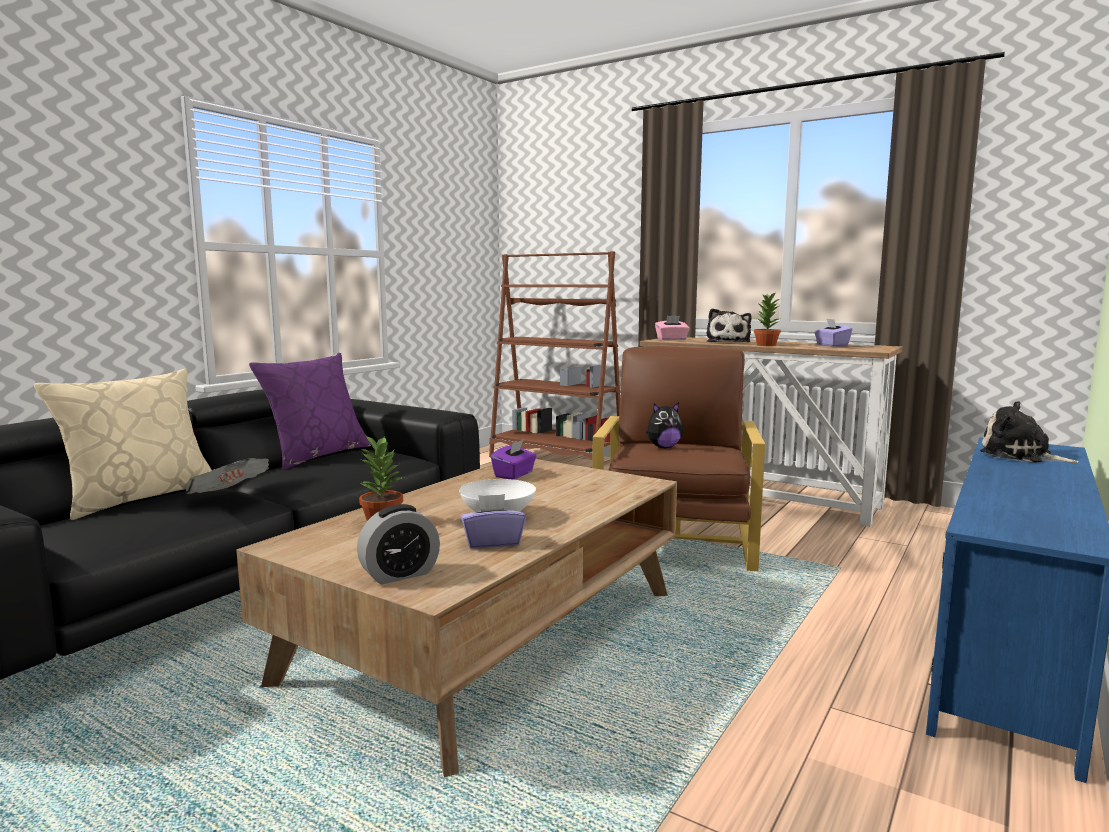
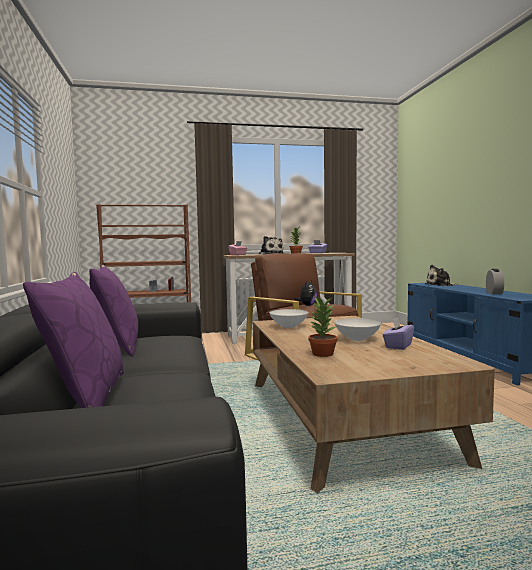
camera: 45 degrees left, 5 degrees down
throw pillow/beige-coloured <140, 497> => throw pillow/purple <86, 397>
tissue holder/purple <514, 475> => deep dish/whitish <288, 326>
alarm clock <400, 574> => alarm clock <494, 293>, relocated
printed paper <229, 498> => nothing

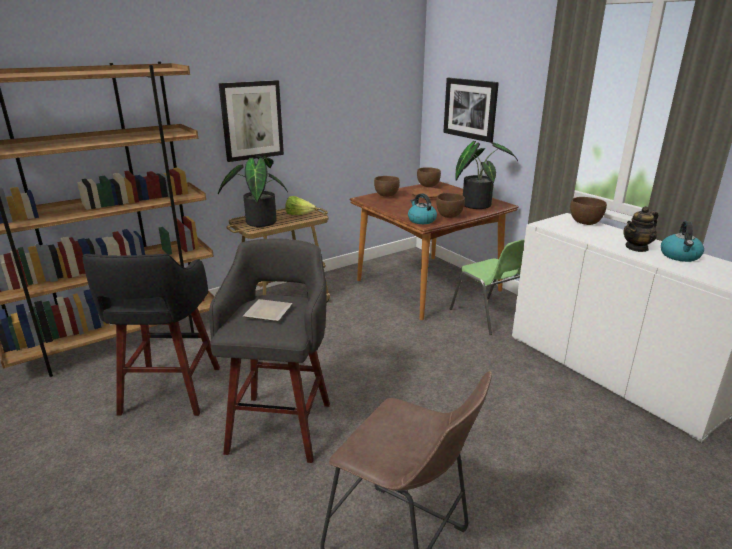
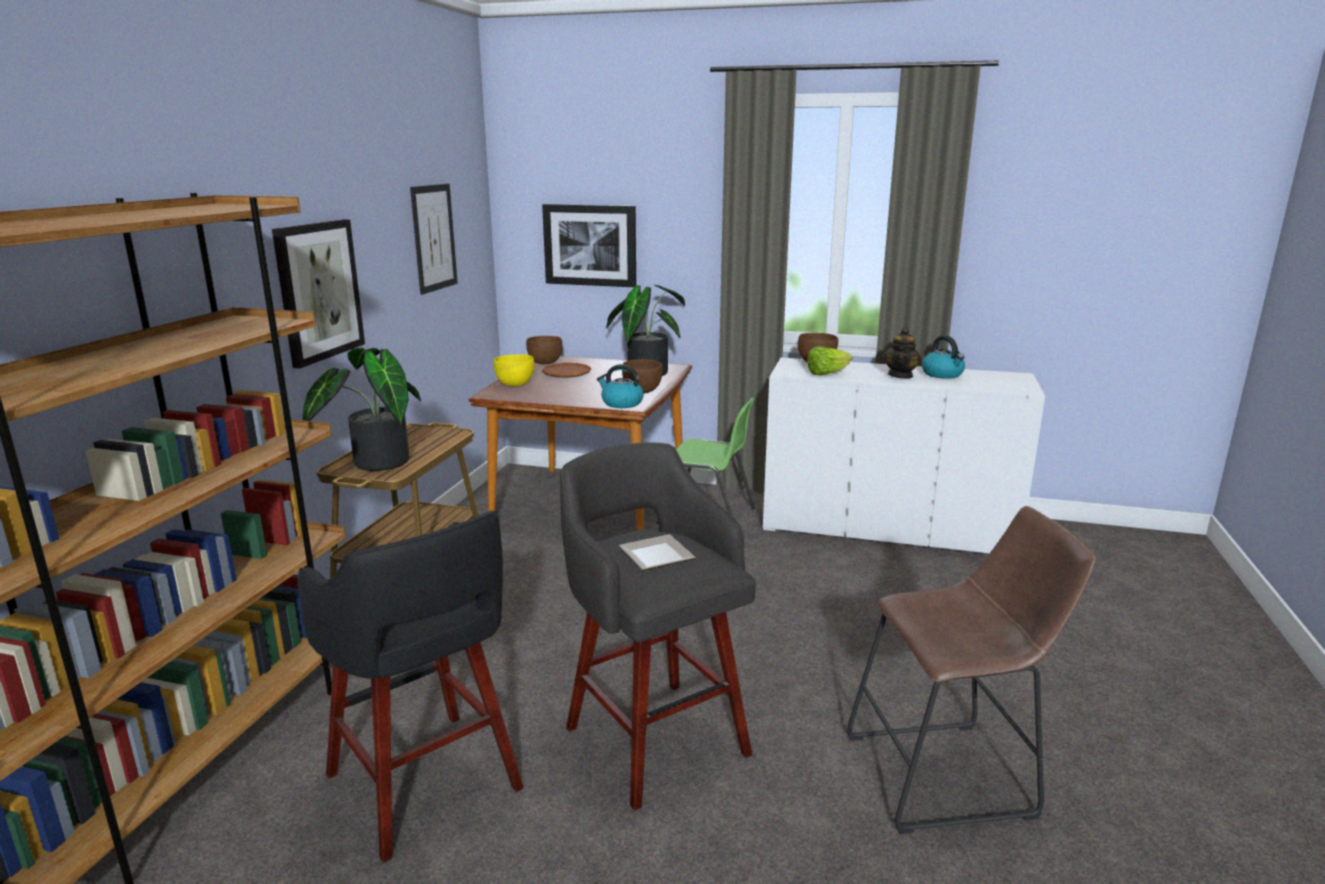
camera: 40 degrees left, 5 degrees down
nothing => wall art <434, 238>
deep dish/brown-coloured <386, 195> => deep dish/yellowish <515, 385>
lettuce head <299, 215> => lettuce head <827, 374>, relocated

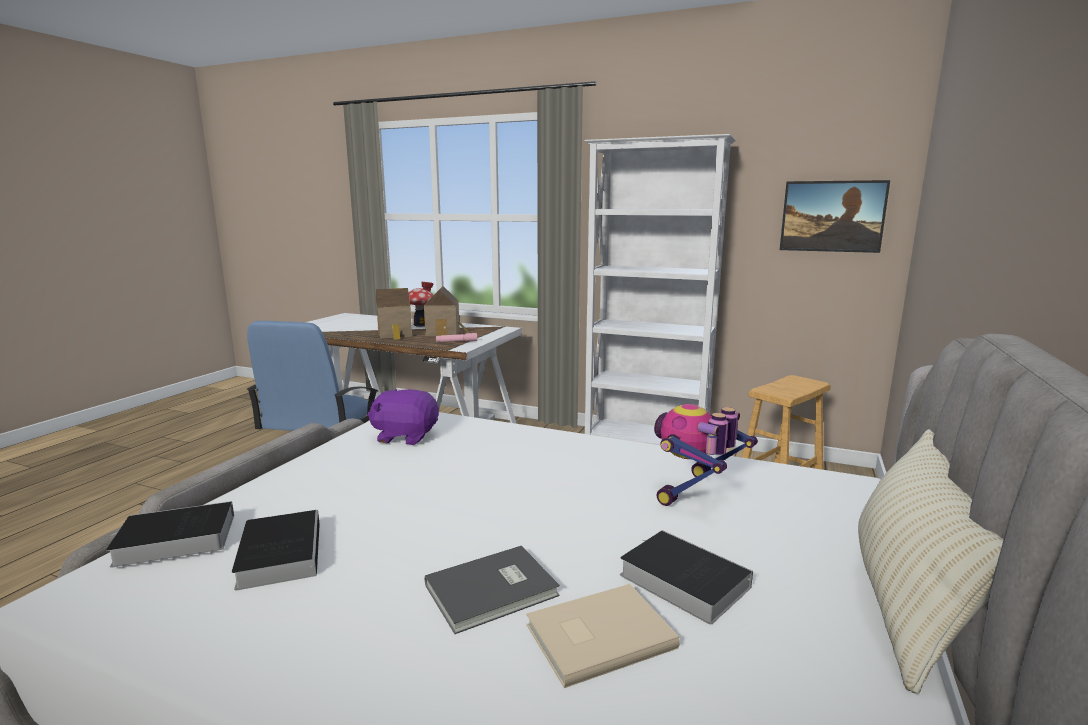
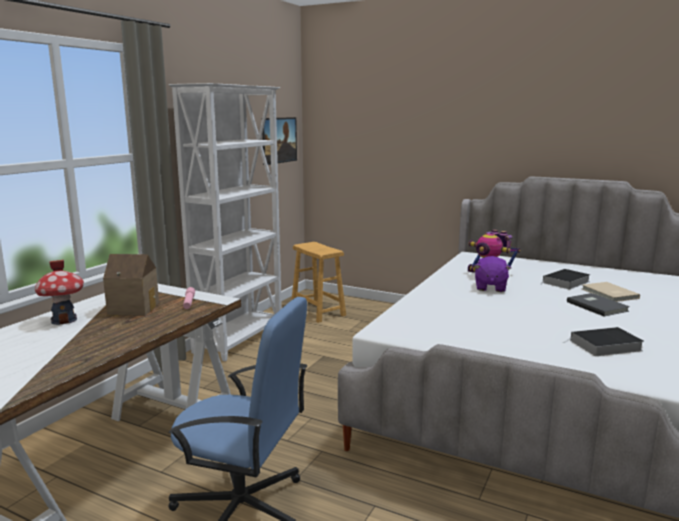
camera: 85 degrees left, 0 degrees up
soft toy/purple <405, 436> => soft toy/purple <490, 287>, relocated
bound book <172, 540> => nothing
model house <395, 334> => nothing
throw pillow/beige-coloured <906, 601> => nothing

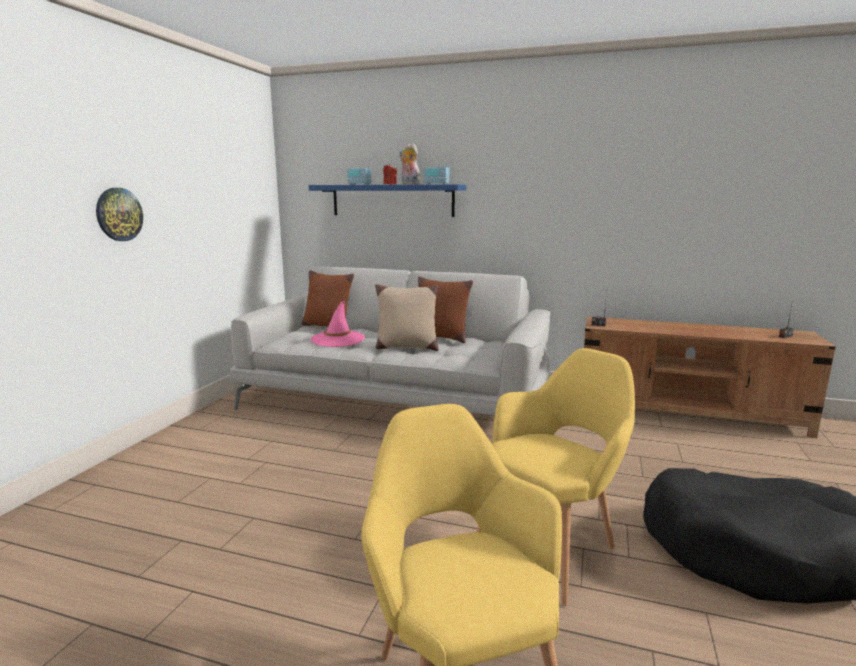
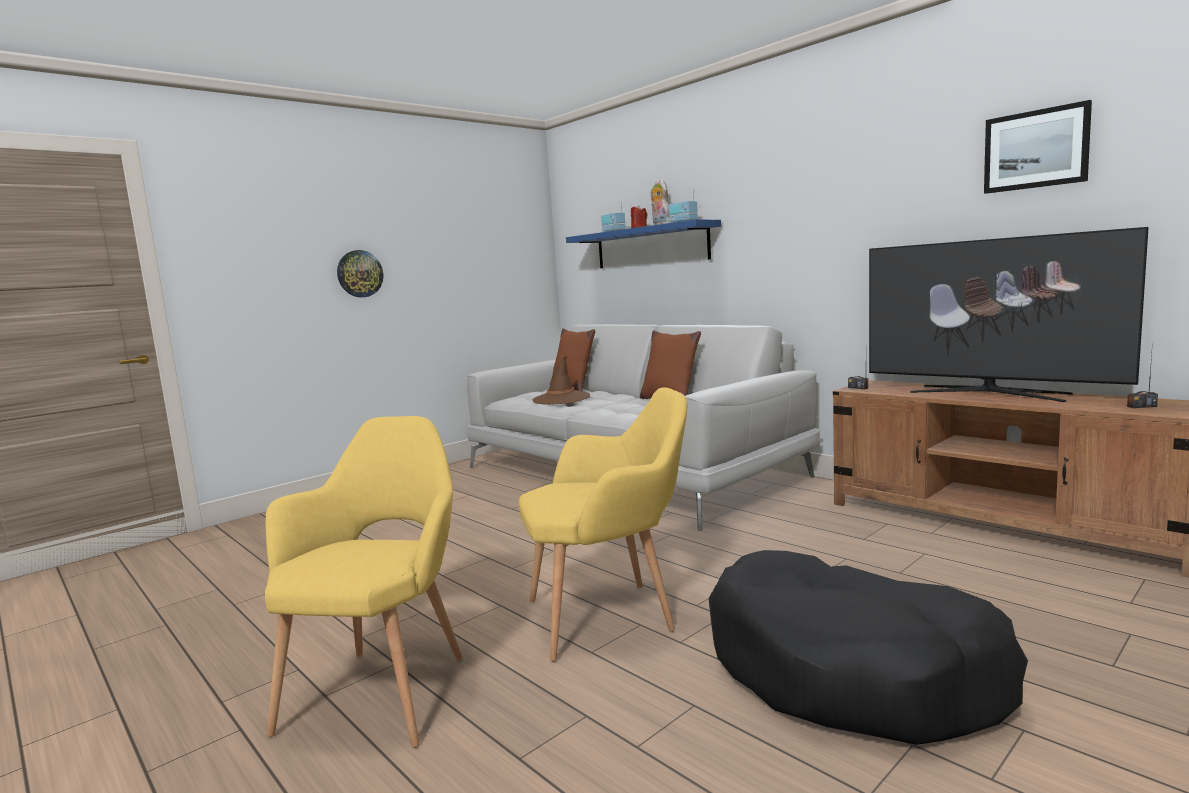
camera: 30 degrees right, 5 degrees down
wearable hat/pinkish <338, 339> => wearable hat/brown-coloured <561, 399>
nothing => TV set <987, 393>
nothing => wall art <1035, 149>
throw pillow/beige-coloured <406, 347> => nothing

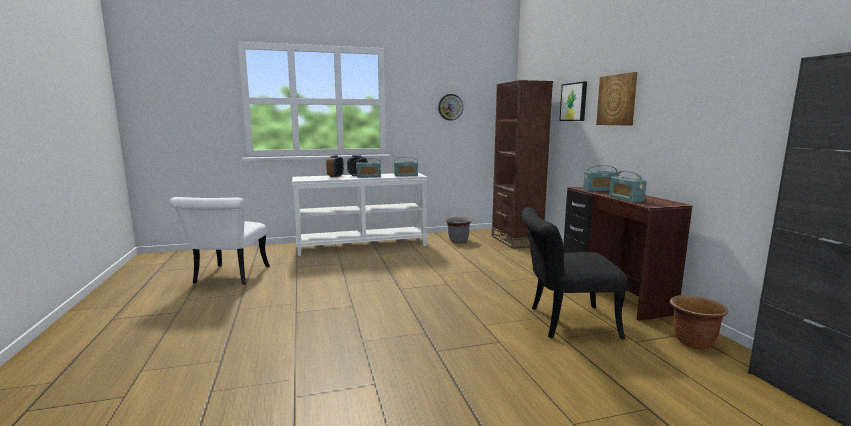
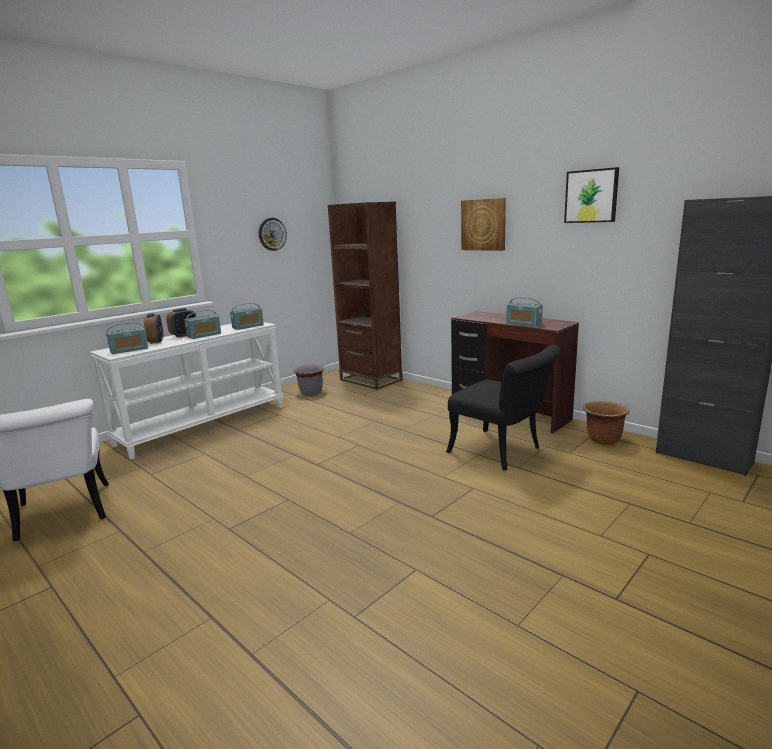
camera: 30 degrees left, 5 degrees up
radio receiver <600, 190> => radio receiver <129, 350>, relocated
plain chair/blackish <563, 322> => plain chair/blackish <502, 452>, 105 degrees counterclockwise
wall art <574, 102> => wall art <591, 196>, relocated

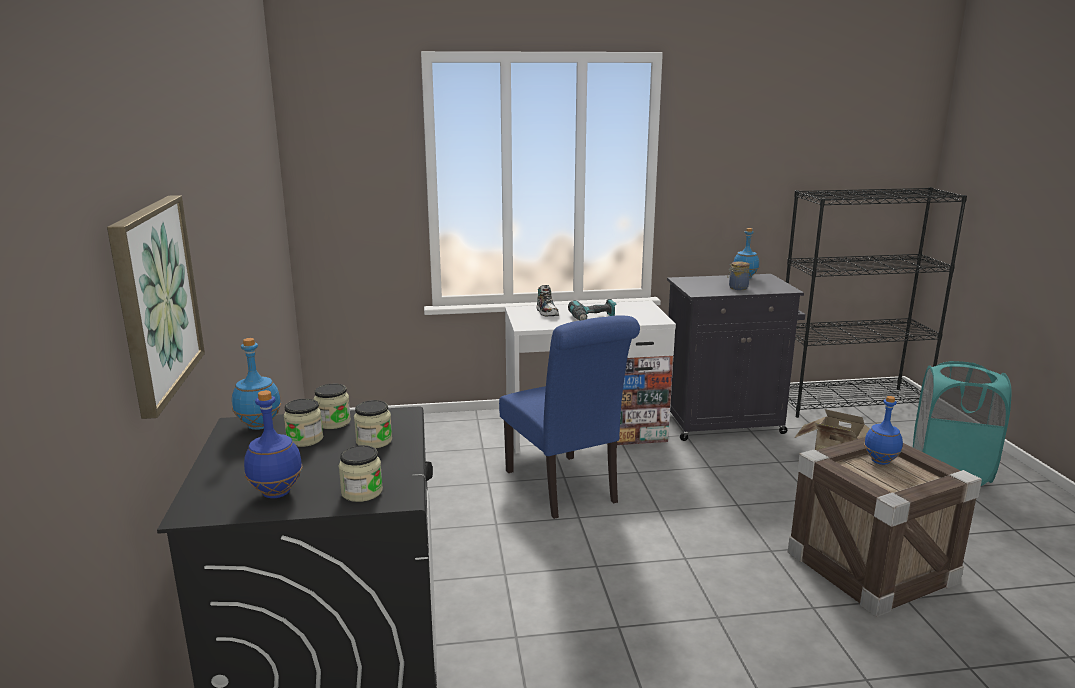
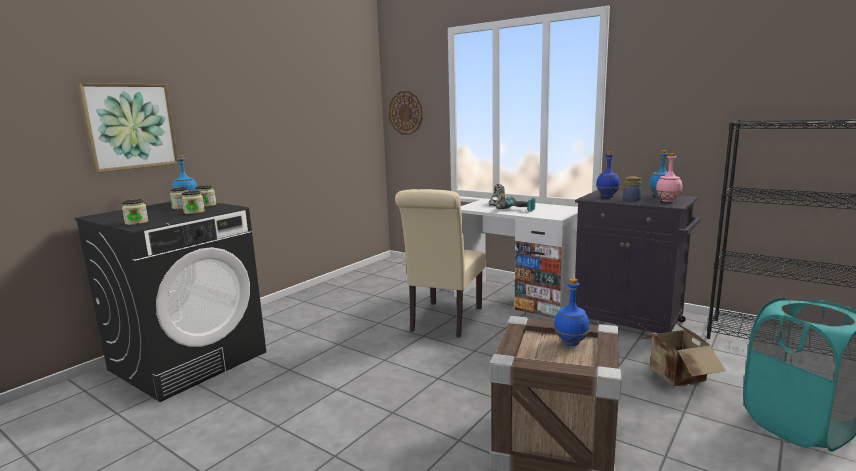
camera: 45 degrees right, 5 degrees down
nothing => wall clock <406, 113>
plain chair/bluish <565, 489> => plain chair/beige-coloured <444, 321>
bottle/bluish <276, 493> => bottle/bluish <606, 196>, relocated
nothing => bottle/pinkish <668, 201>

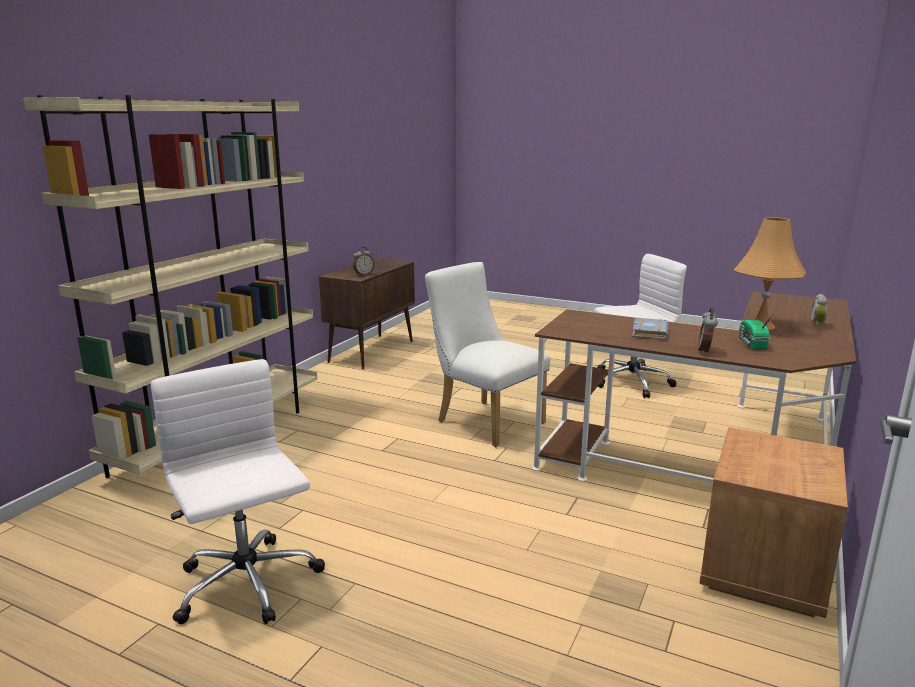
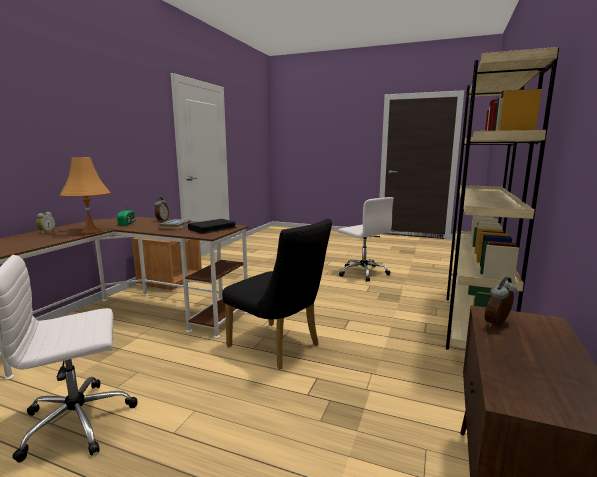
camera: 175 degrees right, 5 degrees down
nothing => bound book/blackish <212, 228>
plain chair/whitish <484, 420> => plain chair/blackish <279, 347>

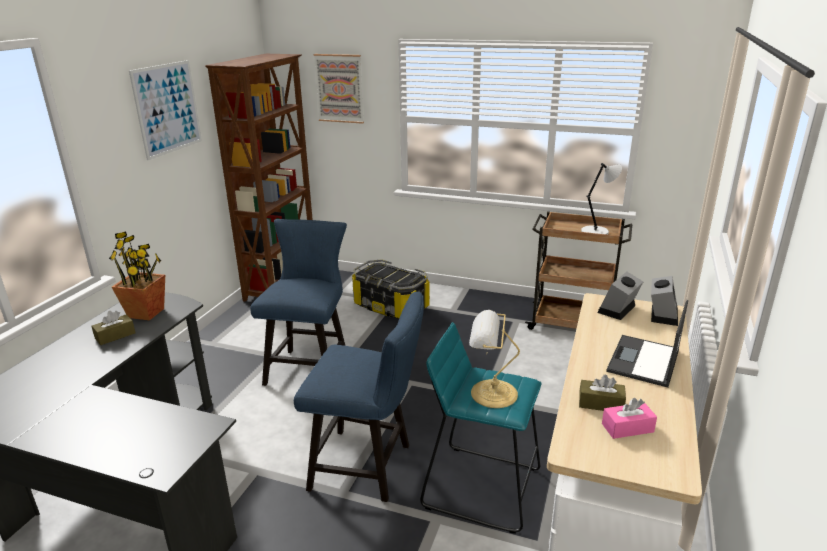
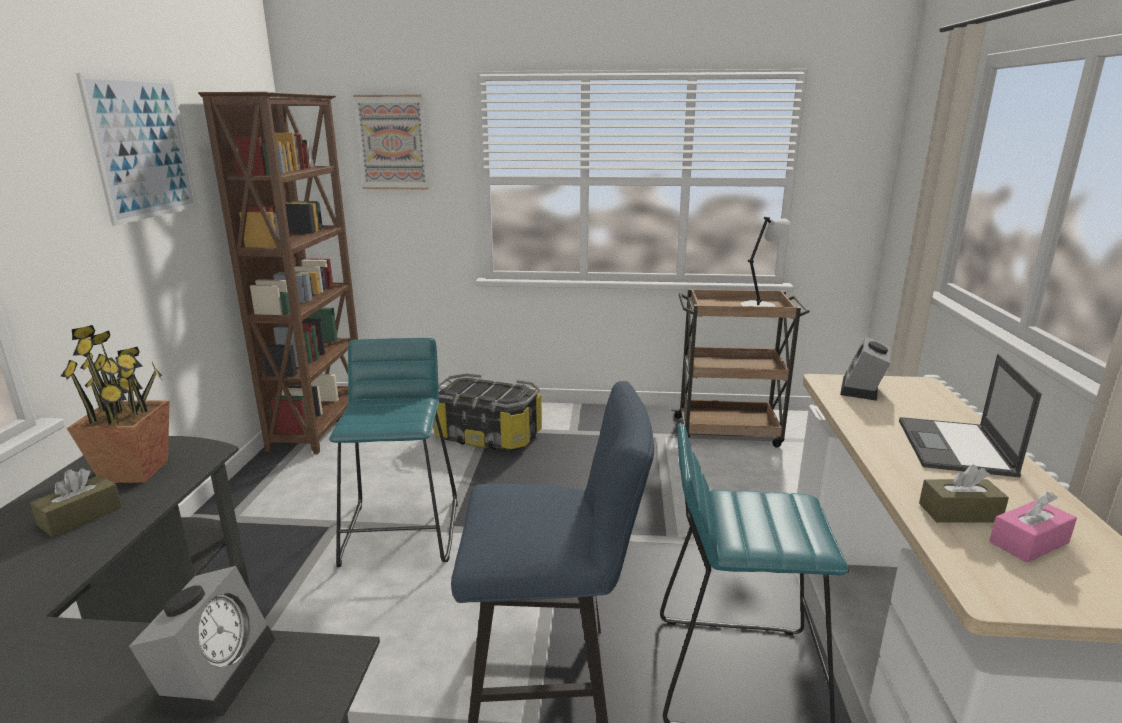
camera: 15 degrees left, 5 degrees down
alarm clock <662, 314> => alarm clock <216, 669>, relocated
plain chair/bluish <310, 366> => stool/blue-green <402, 532>
tabletop lamp <491, 393> => nothing

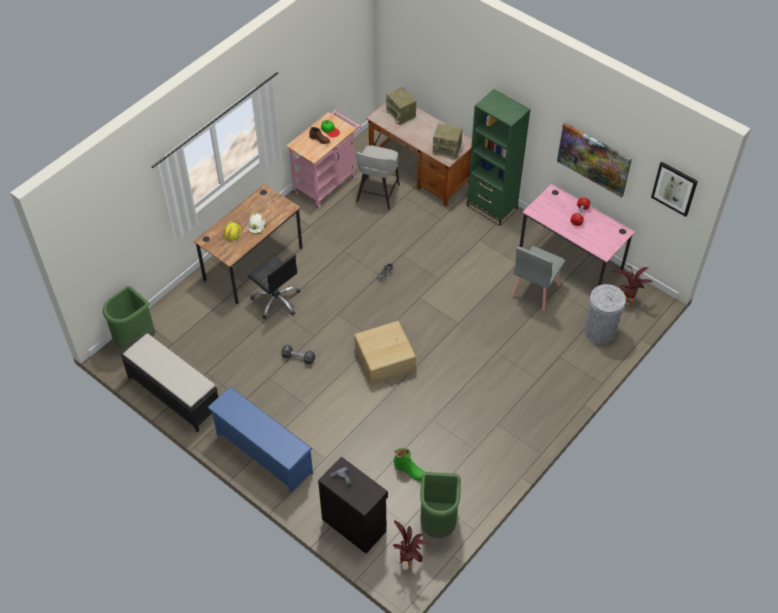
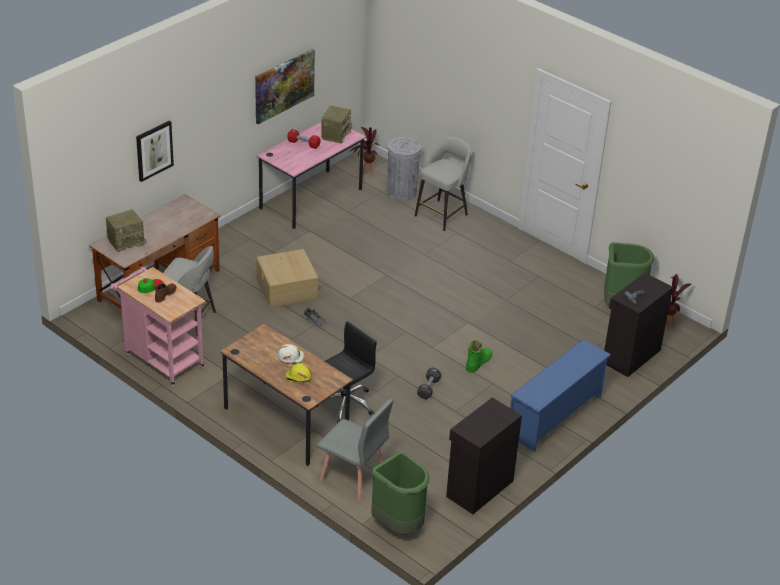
camera: 90 degrees left, 15 degrees down
wall art <674, 188> => wall art <154, 150>, relocated
storage bin/beige-coloured <384, 359> => storage bin/beige-coloured <287, 288>, relocated
plain chair/grey <535, 291> => plain chair/grey <352, 477>, relocated
radio receiver <447, 149> => radio receiver <335, 134>, relocated
nothing => stool/grey <442, 214>
indoor bench/blackish <173, 393> => cabinet/blackish <478, 488>
high-top boot/green-coloured <409, 470> => high-top boot/green-coloured <478, 362>, relocated
bookcase/green-coloured <491, 207> => nothing

